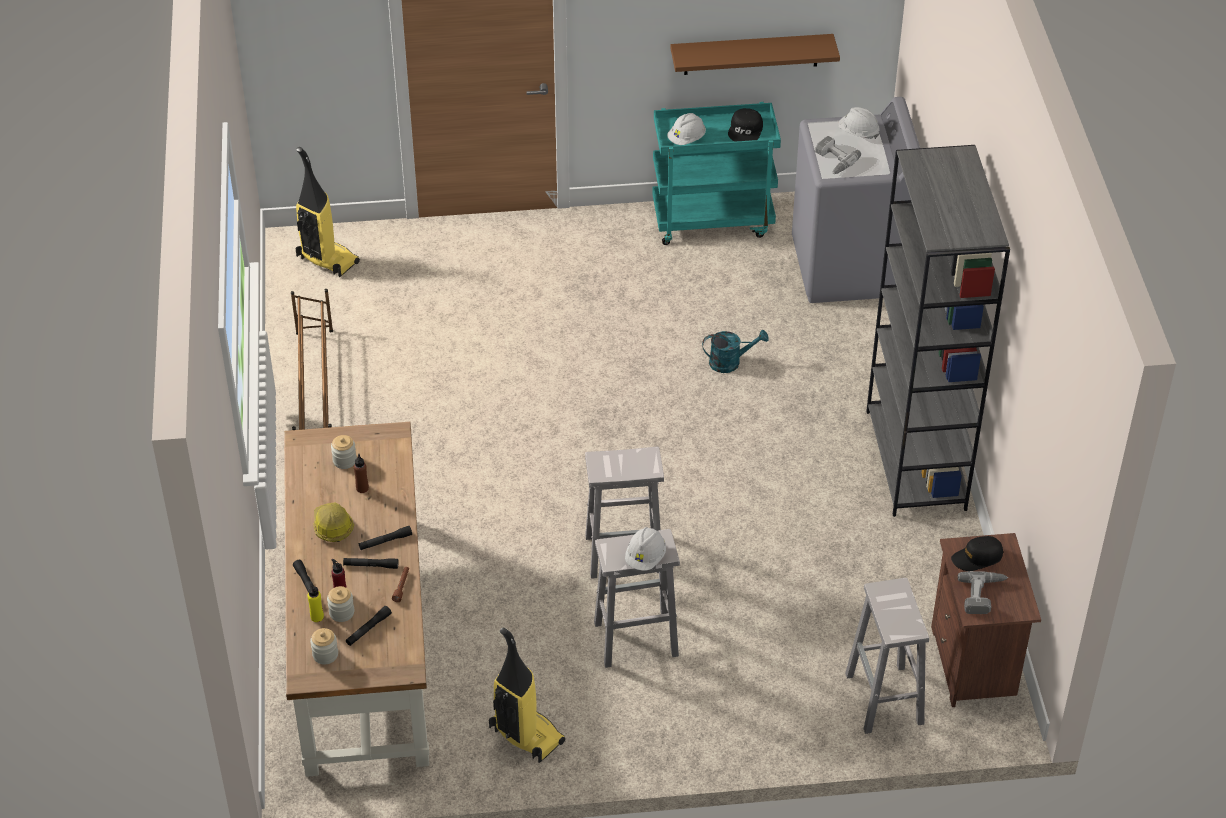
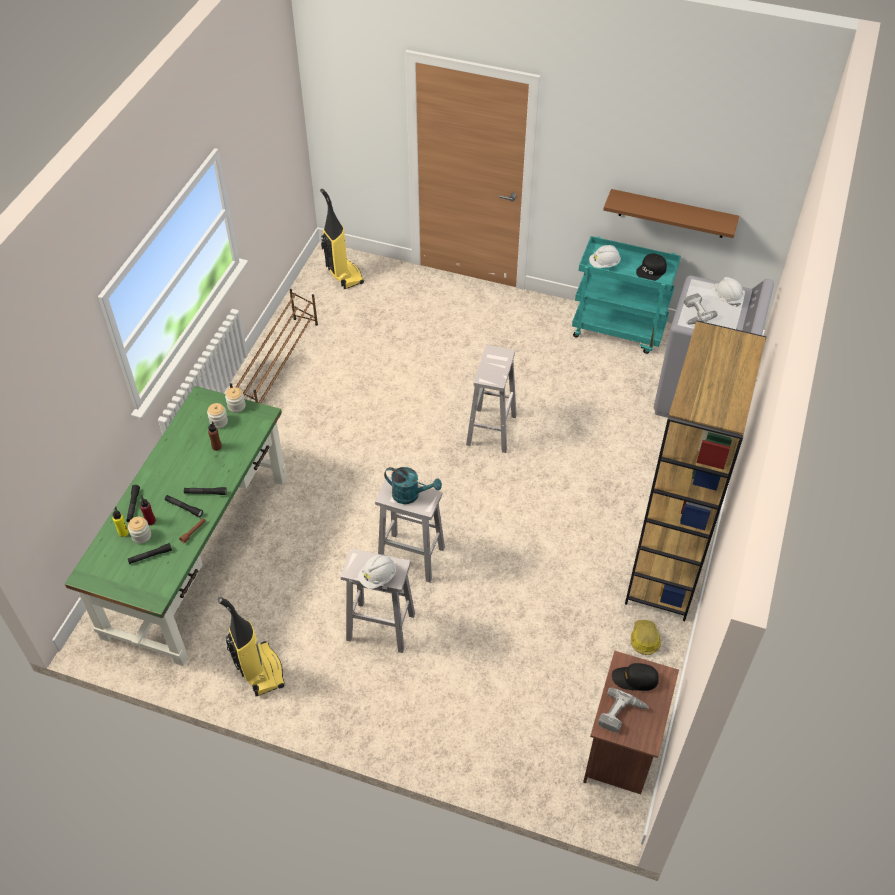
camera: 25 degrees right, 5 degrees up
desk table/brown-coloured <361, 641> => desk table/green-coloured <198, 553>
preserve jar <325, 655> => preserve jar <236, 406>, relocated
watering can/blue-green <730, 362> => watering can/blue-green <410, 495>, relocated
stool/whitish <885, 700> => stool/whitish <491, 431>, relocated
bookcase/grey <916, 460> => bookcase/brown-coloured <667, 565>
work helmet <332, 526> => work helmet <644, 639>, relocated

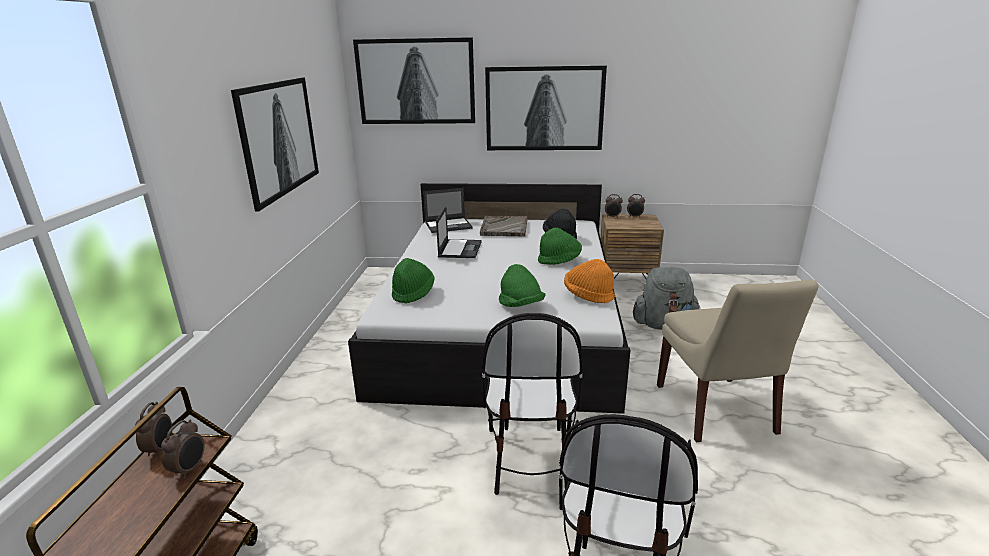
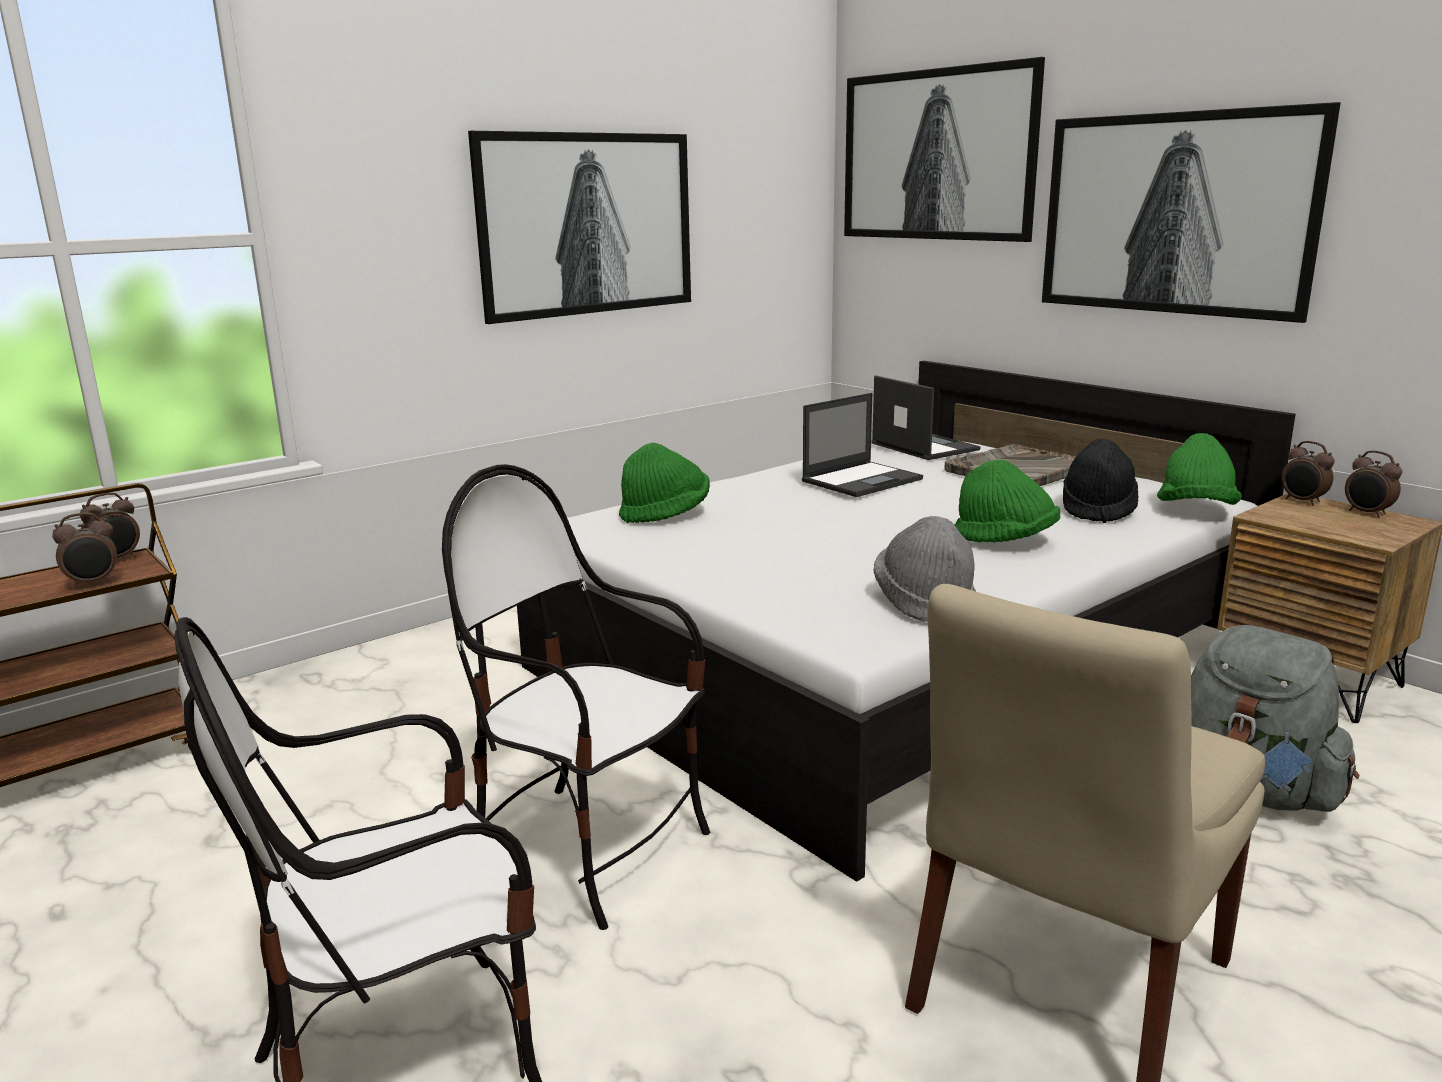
camera: 45 degrees right, 5 degrees down
plain chair <529, 458> => plain chair <589, 849>, 75 degrees clockwise
laptop <449, 225> => laptop <923, 446>, 150 degrees counterclockwise
wearable hat/orange <588, 295> => wearable hat/grey <925, 603>
wearable hat/green-coloured <520, 305> => wearable hat/green-coloured <1195, 510>, relocated

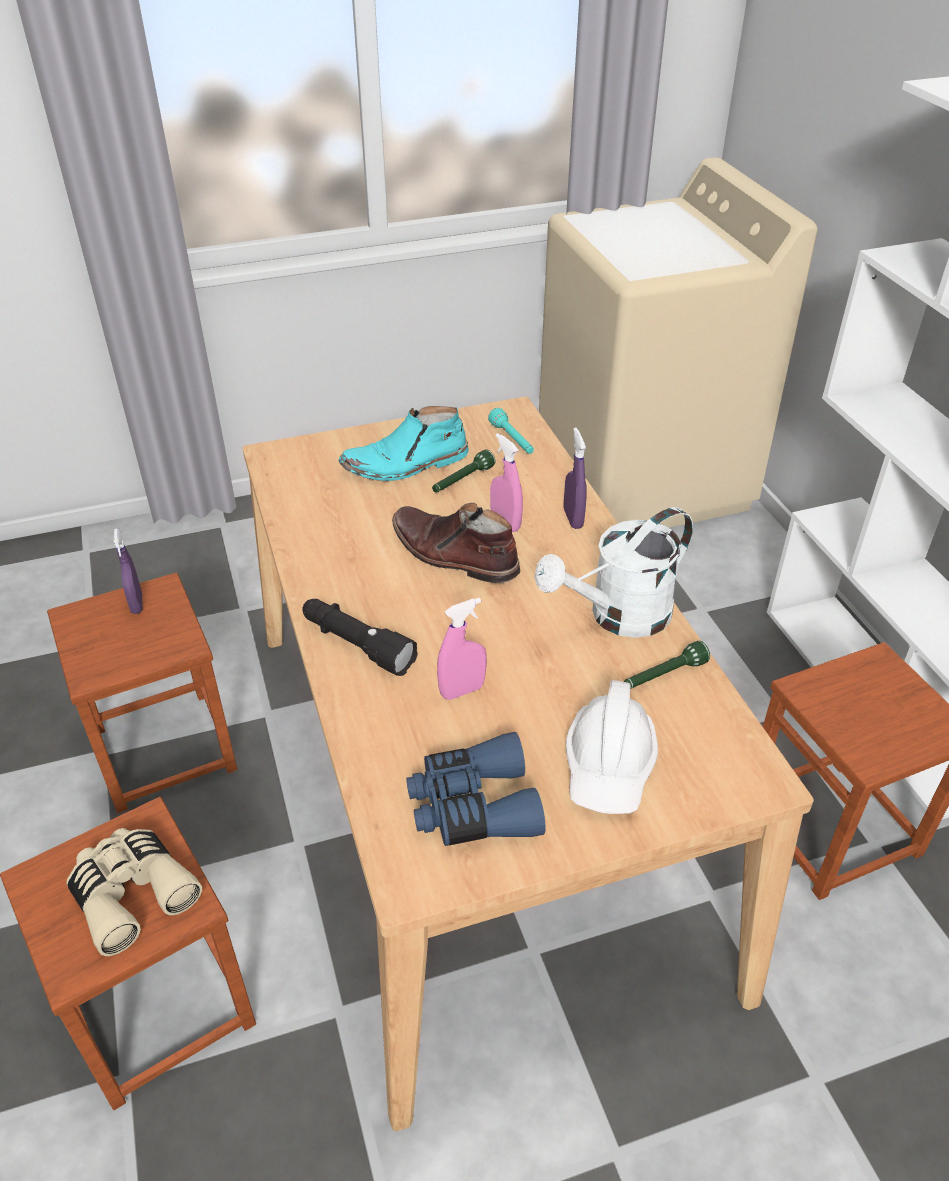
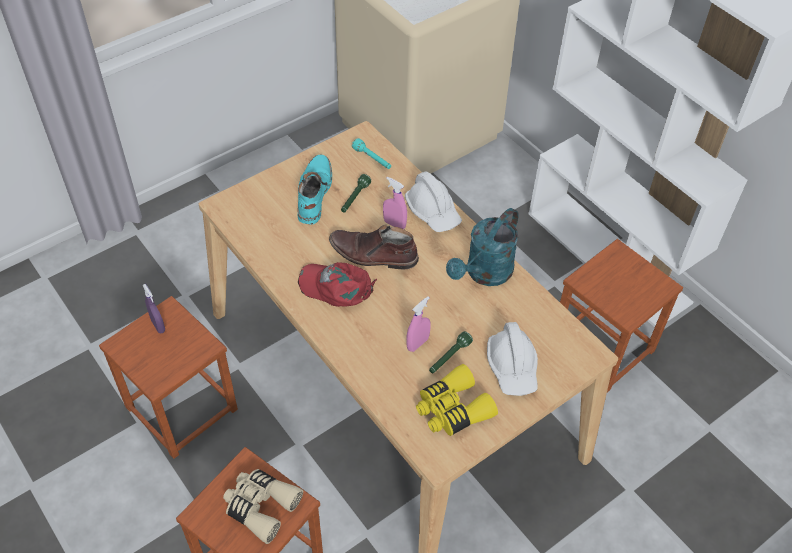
camera: 20 degrees left, 10 degrees up
high-top boot/blue-green <405, 464> => high-top boot/blue-green <313, 194>, 135 degrees clockwise
nothing => baseball cap/red-coloured <336, 287>
sprayer/purple <573, 519> => work helmet/whitish <433, 211>
binoculars/bluish <473, 806> => binoculars/yellowish <452, 409>
hand torch/green-coloured <663, 676> => hand torch/green-coloured <449, 357>, relocated
watering can/whitish <618, 617> => watering can/blue-green <484, 274>
hand torch/blackish <357, 645> => nothing

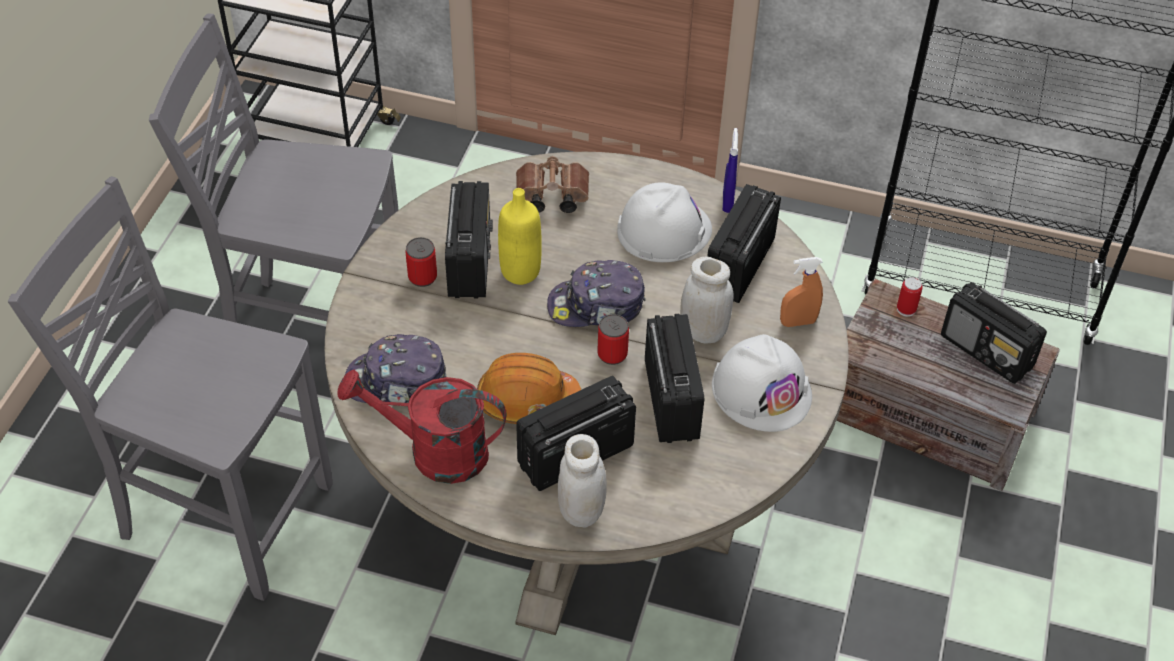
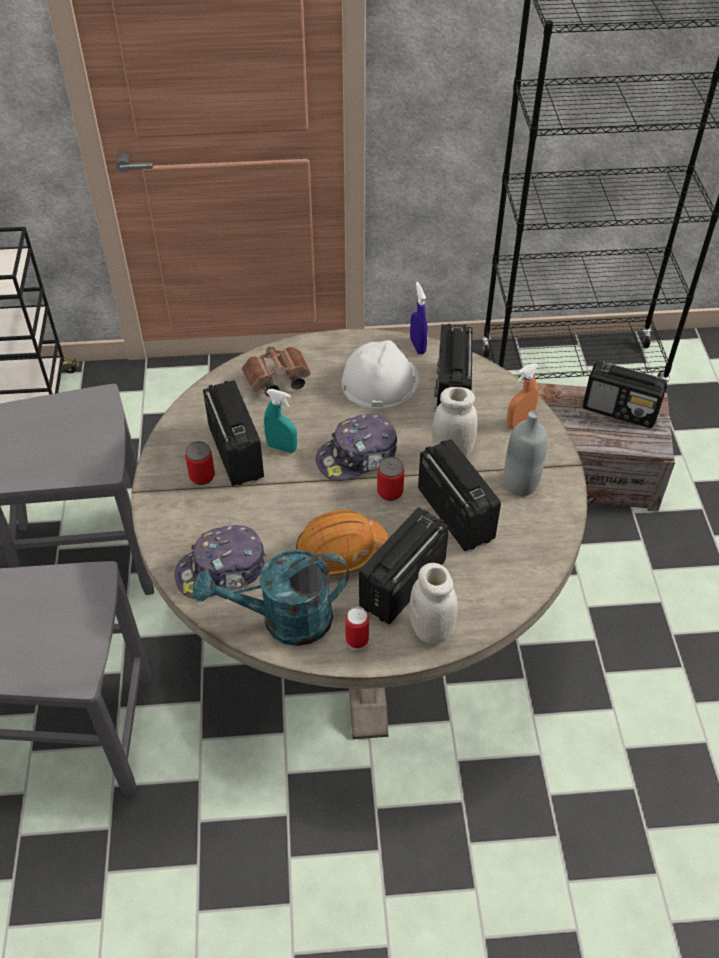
camera: 20 degrees left, 0 degrees up
watering can/red-coloured <434, 452> => watering can/blue-green <284, 620>
bottle/yellowish <520, 271> => sprayer/blue-green <281, 447>
can <906, 309> => can <357, 640>, relocated
work helmet/whitish <761, 390> => bottle/grey <520, 484>

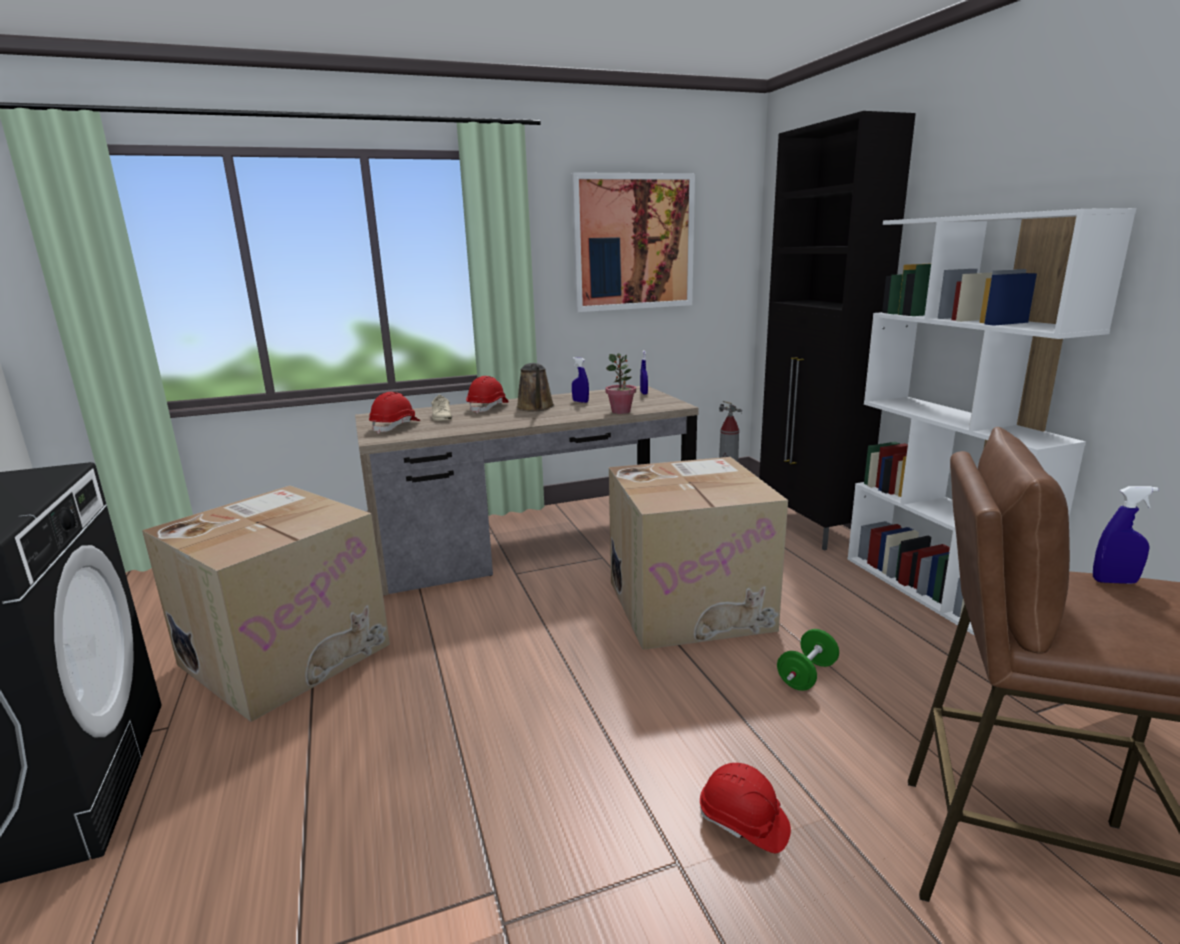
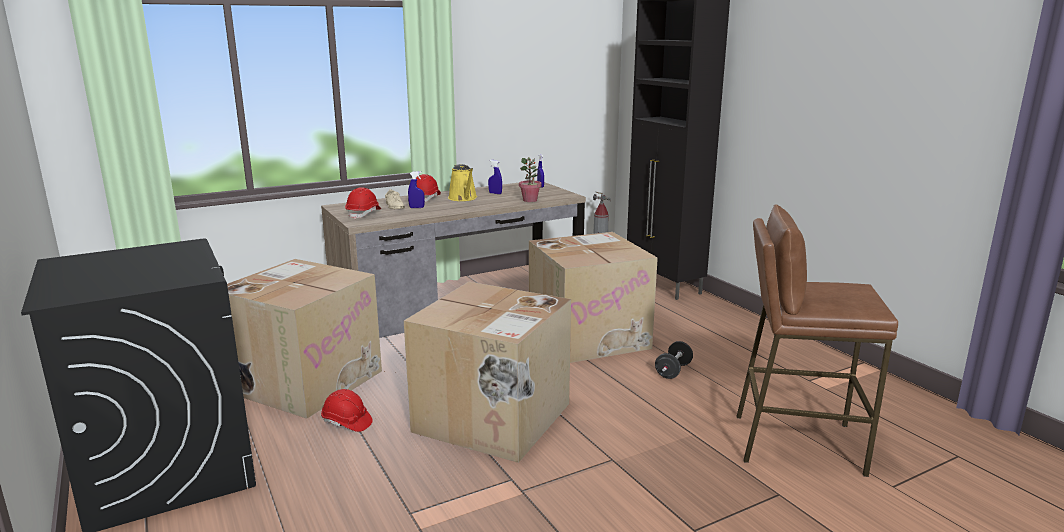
camera: 10 degrees left, 0 degrees up
work helmet/red-coloured <743, 823> => work helmet/red-coloured <346, 422>, relocated
nothing => carton <493, 419>
sprayer/bluish <1114, 581> => sprayer/bluish <416, 207>, relocated
watering can/brown-coloured <536, 408> => watering can/yellowish <463, 198>
dumbbell/green-coloured <806, 675> => dumbbell/blackish <673, 371>
wall art <633, 242> => nothing
bookcase/whitish <936, 594> => nothing

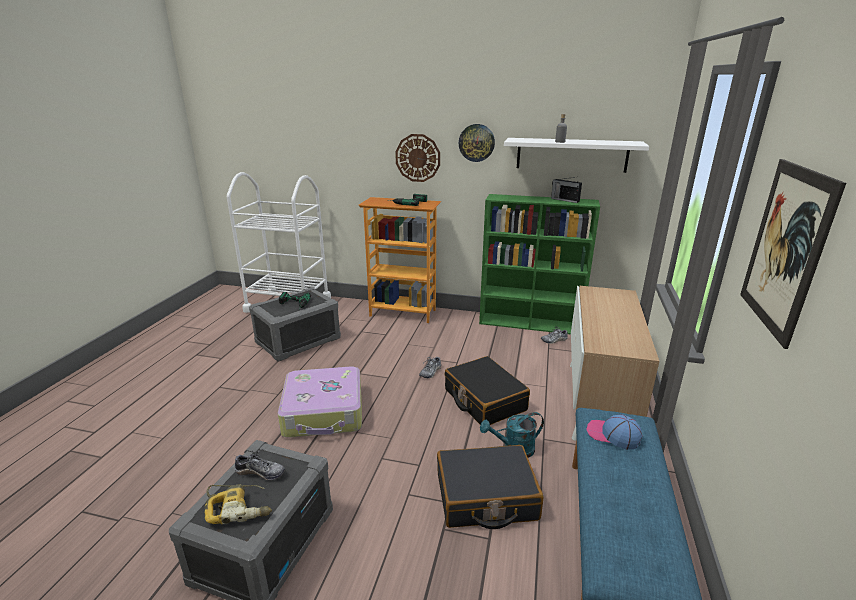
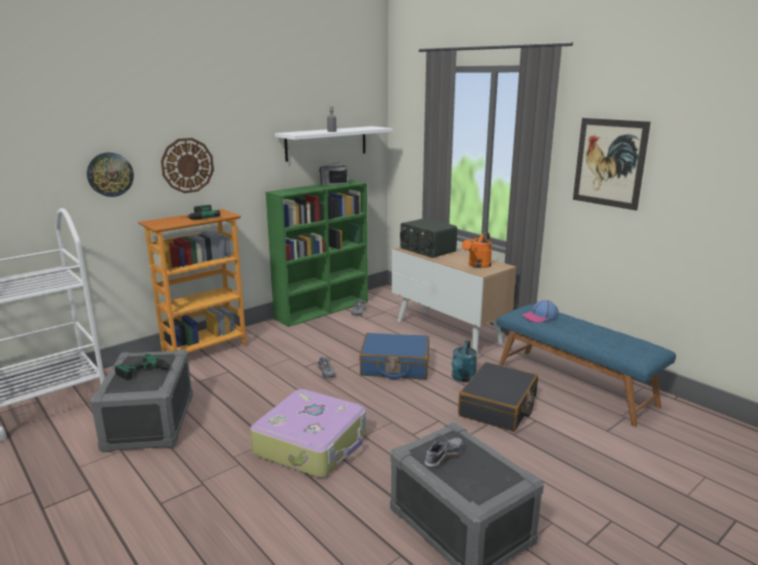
camera: 55 degrees left, 5 degrees down
wall clock <476, 143> => wall clock <110, 174>, relocated
suitcase/blackish <484, 400> => suitcase/bluish <395, 366>
nothing => radio receiver <427, 250>
nothing => watering can/orange <477, 266>
power drill <239, 507> => nothing

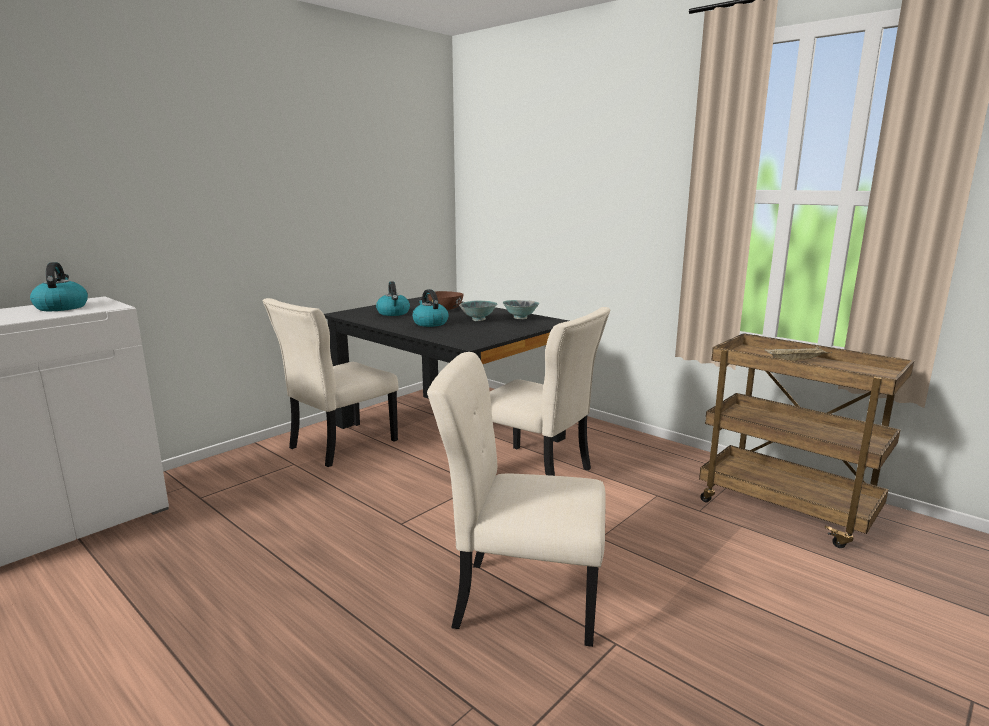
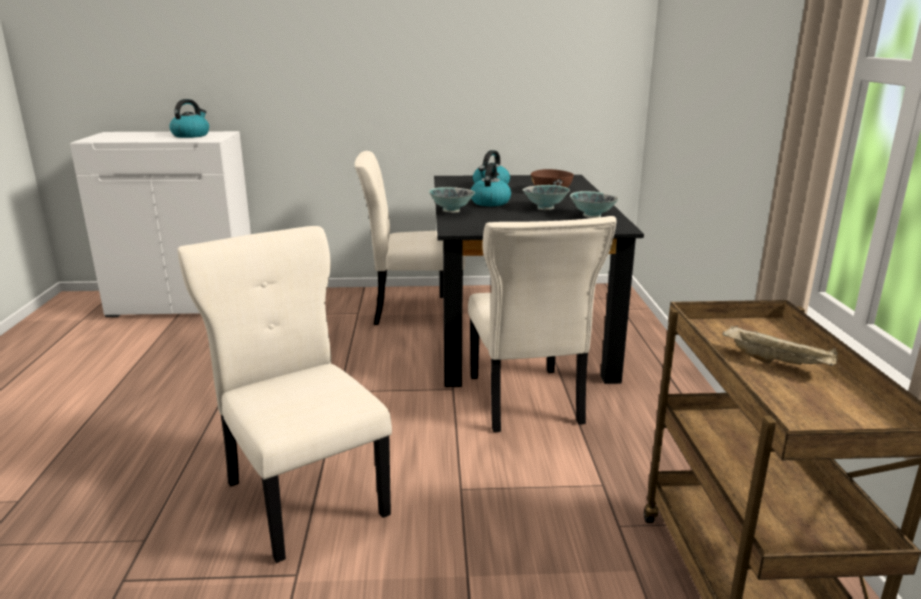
camera: 45 degrees right, 5 degrees up
nothing => deep dish <451, 211>

